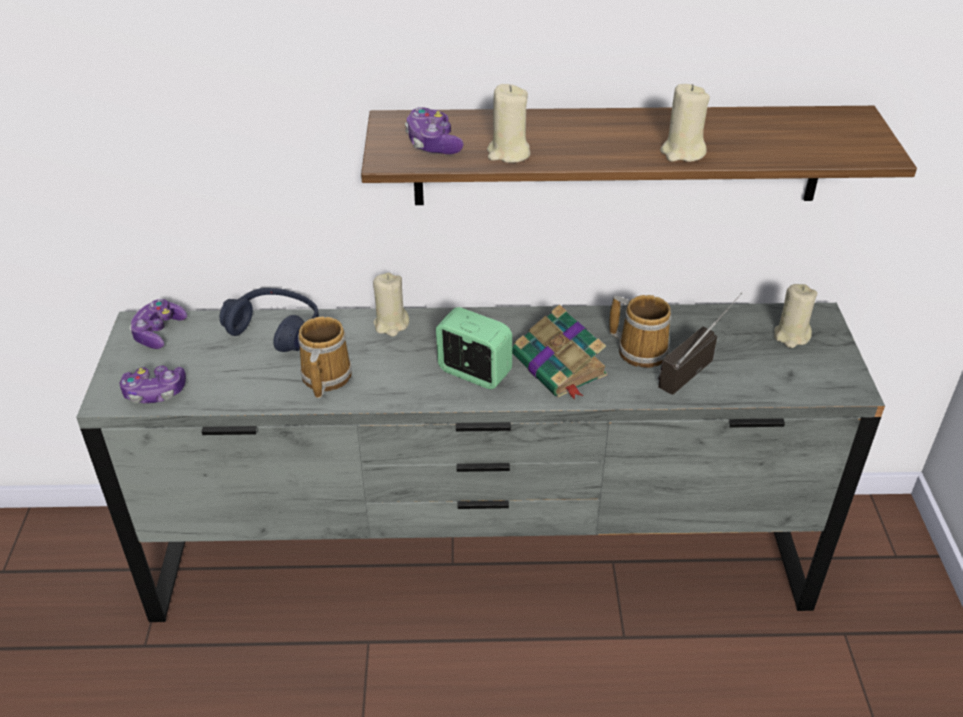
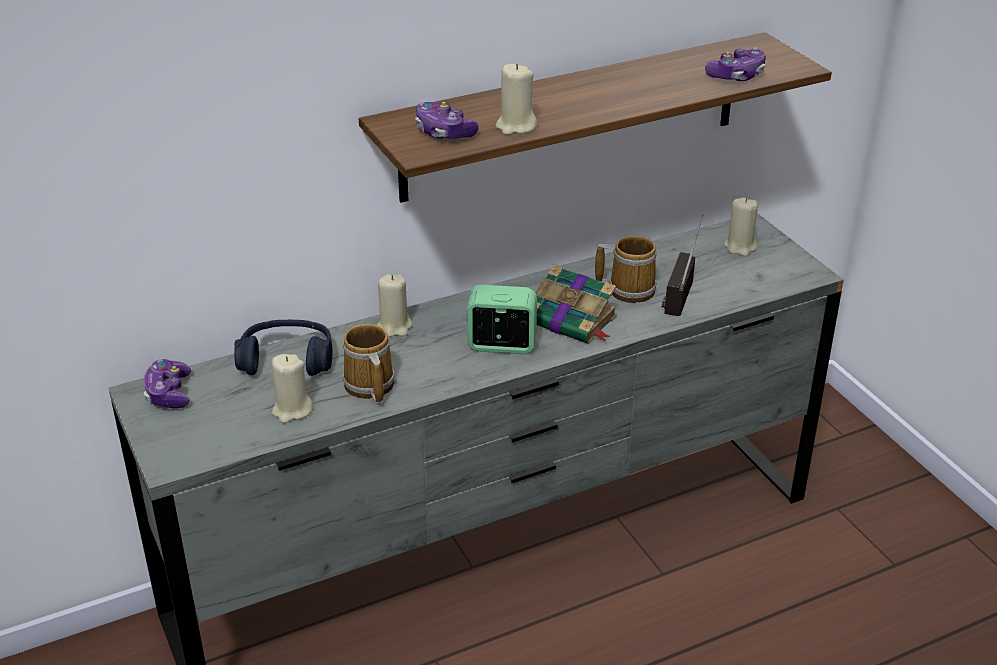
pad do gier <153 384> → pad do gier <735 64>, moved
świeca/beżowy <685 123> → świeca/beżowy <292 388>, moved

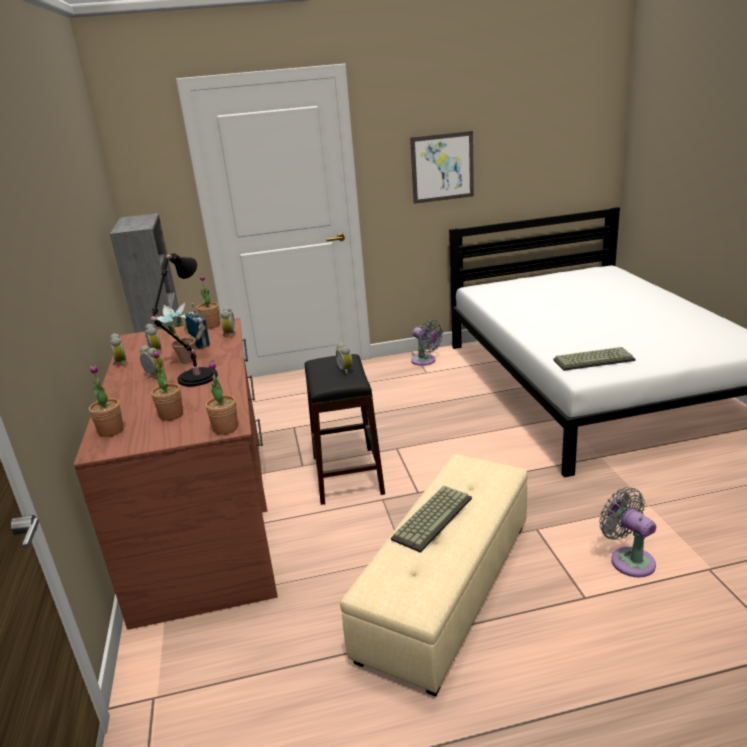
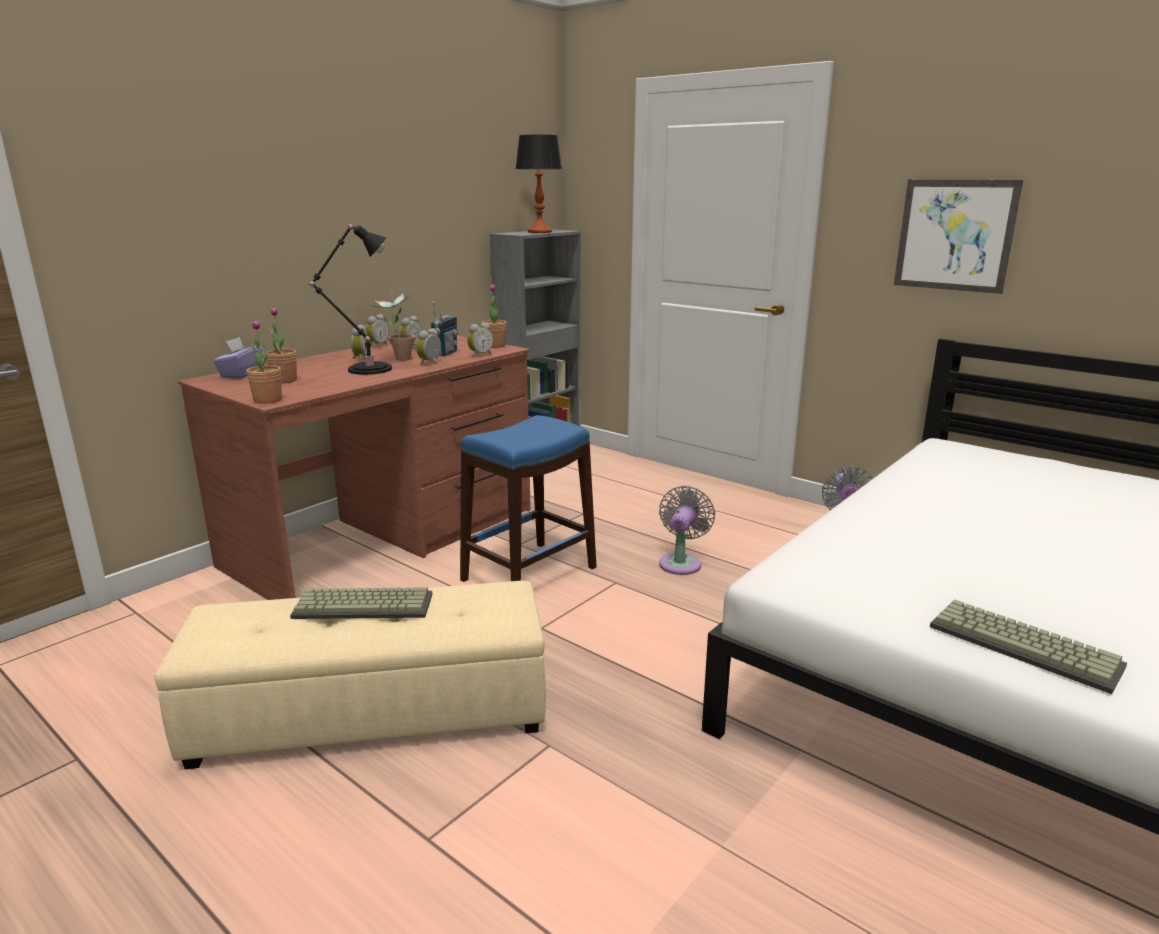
roślina doniczkowa <106 400> → pudełko chusteczek/fioletowy <238 358>
stołek/czarny <345 429> → stołek/niebieski <528 498>
budzik <344 358> → budzik <428 346>, moved
klawiatura <594 359> → klawiatura <1028 646>, moved
wentylator/szary <627 532> → wentylator/szary <687 530>, moved
- → lampa stołowa <538 184>

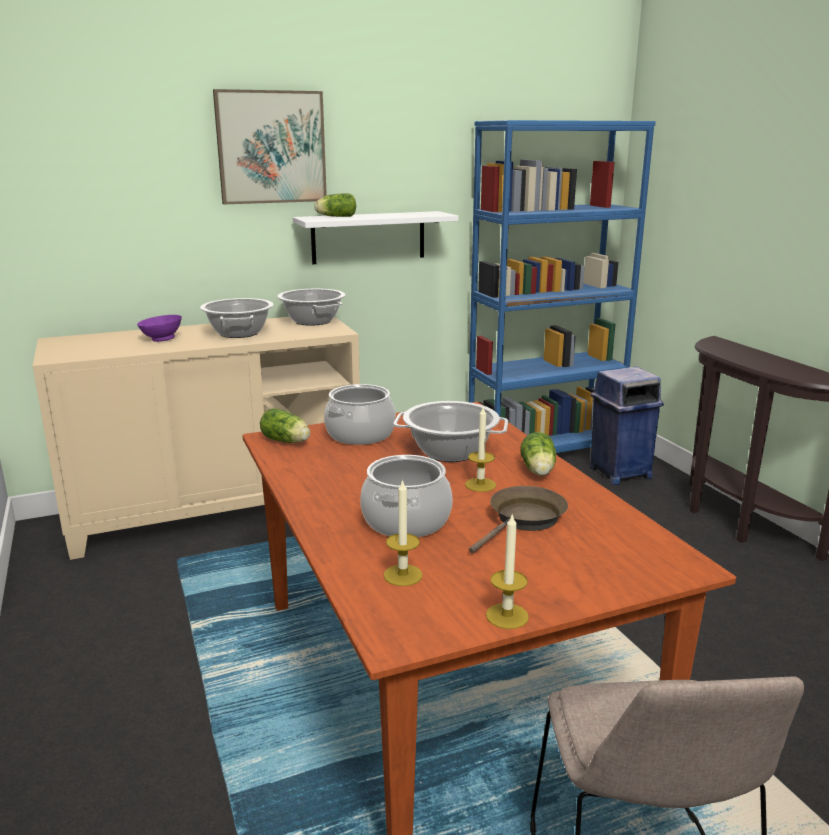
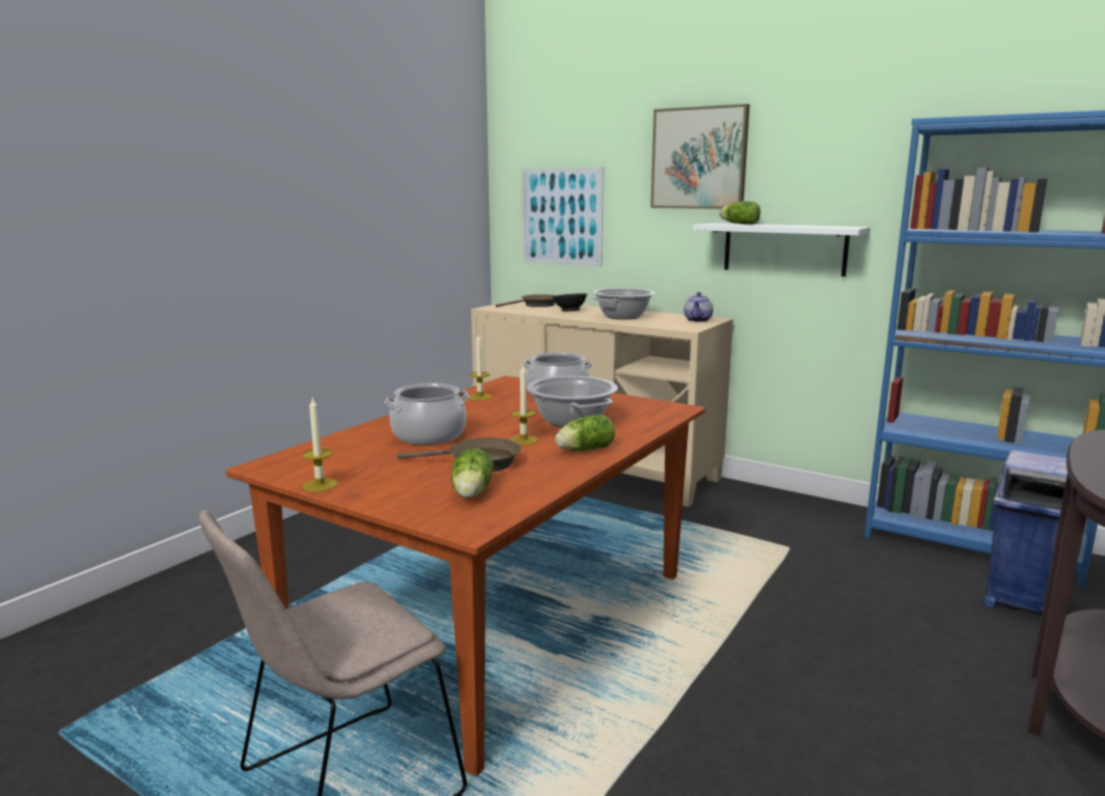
miska/fioletowy <159 328> → miska/czarny <570 302>
sałata <285 425> → sałata <472 473>, moved
garnek <311 307> → imbryk <698 307>
świeca <403 532> → świeca <480 366>, moved
- → patelnia/brązowy <526 300>
- → obraz <563 217>

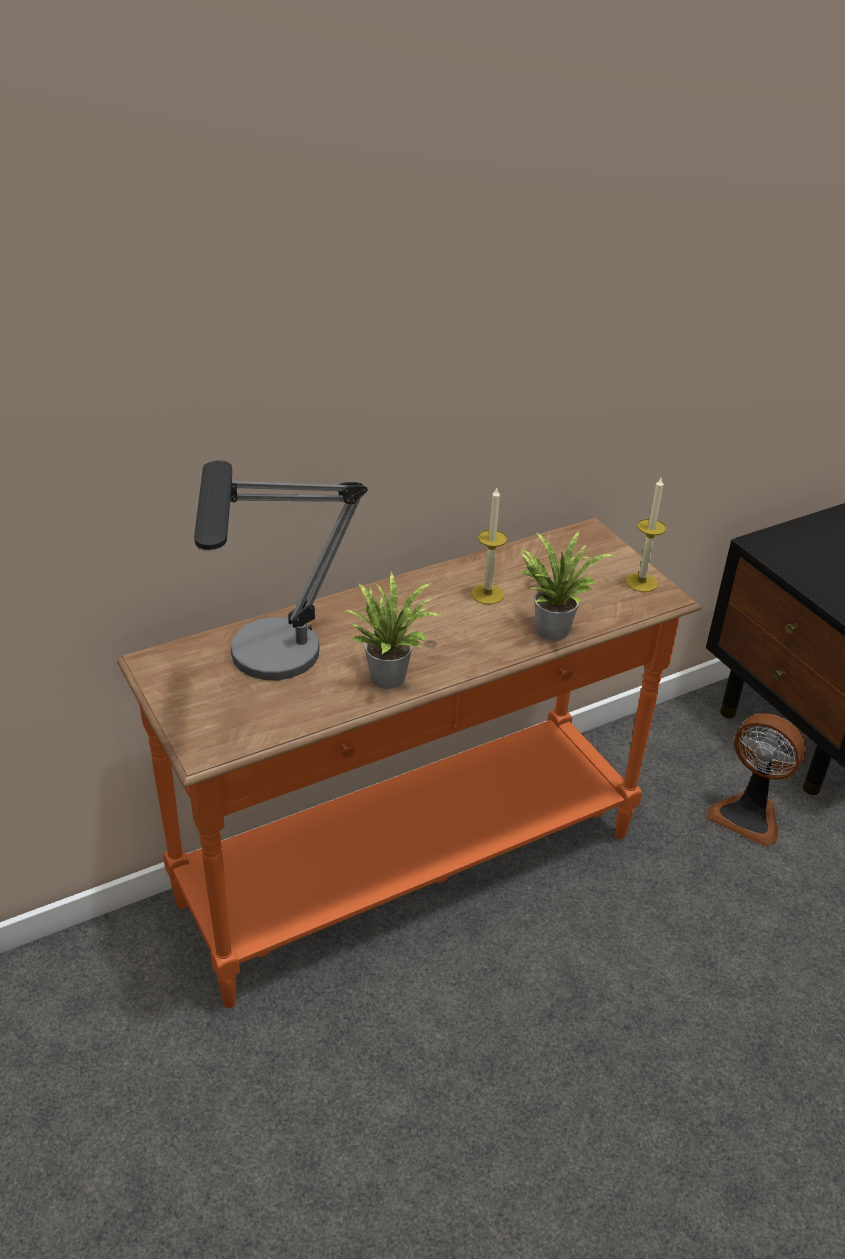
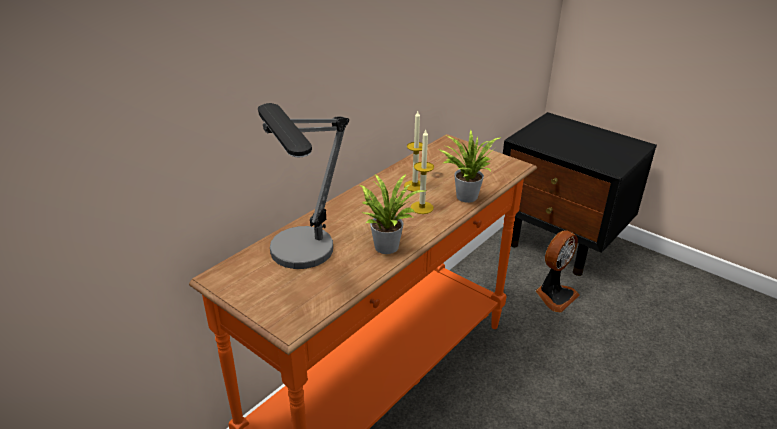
świeca <646 535> → świeca <422 172>, moved
wentylator <756 780> → wentylator <558 271>, 60 degrees counterclockwise

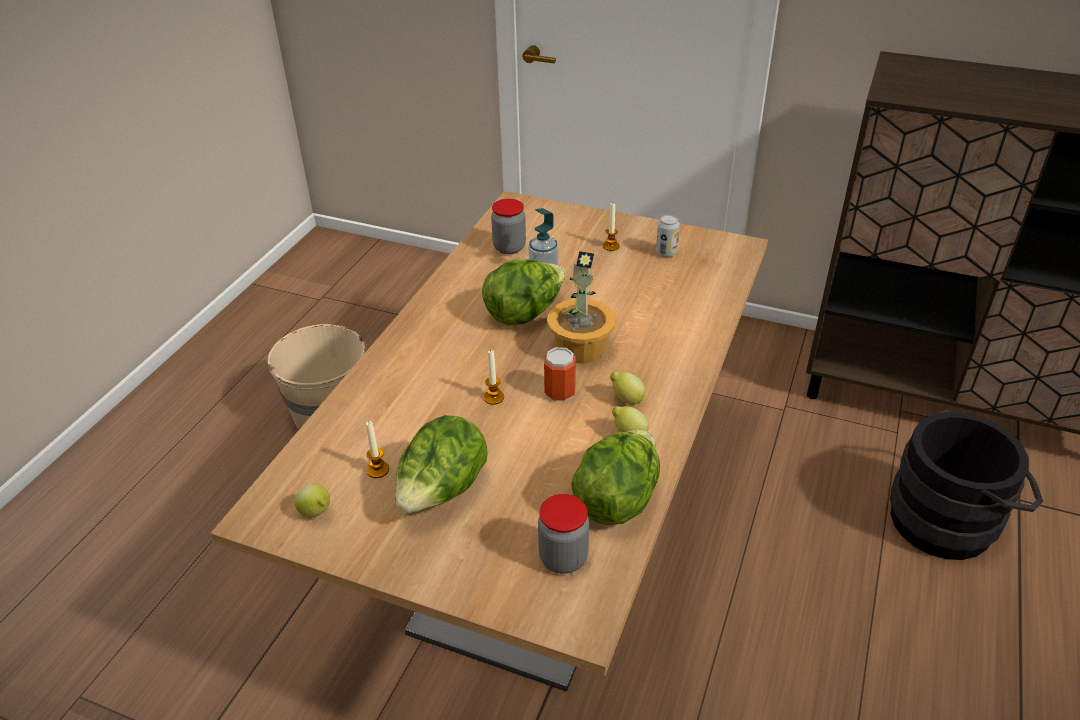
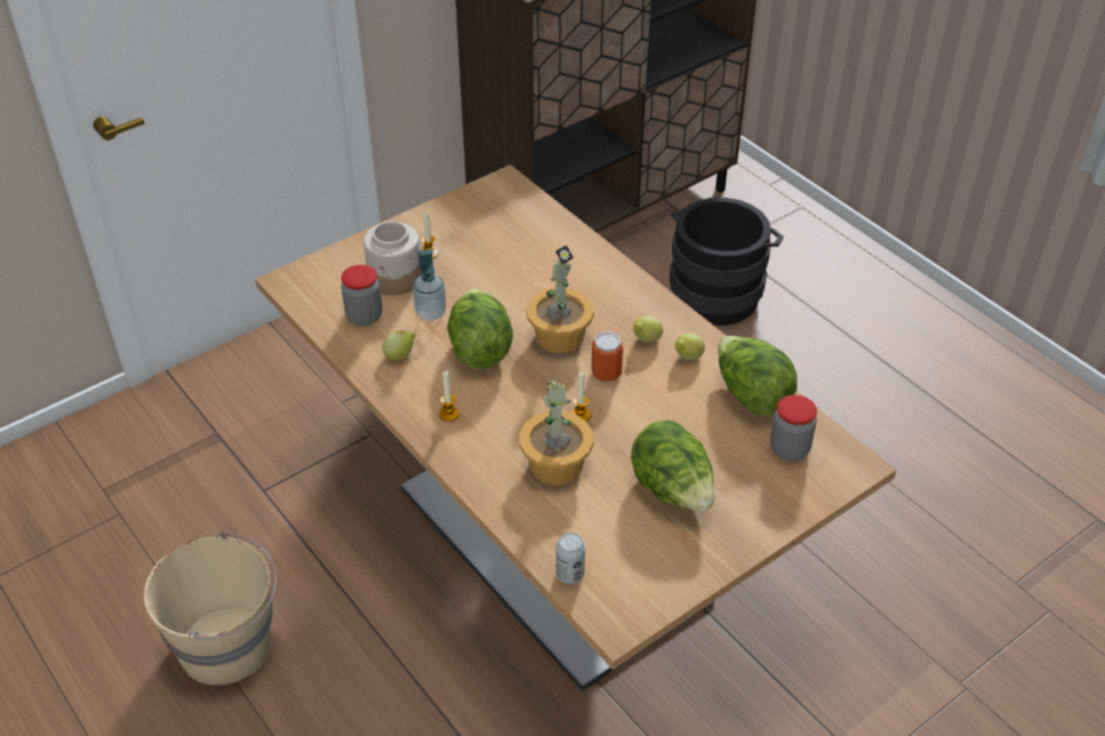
cytryna <312 501> → cytryna <399 345>, moved
świeca <377 449> → świeca <449 396>, moved
puszka <668 236> → puszka <570 558>, moved
- → słoik <393 258>
- → roślina doniczkowa <556 432>

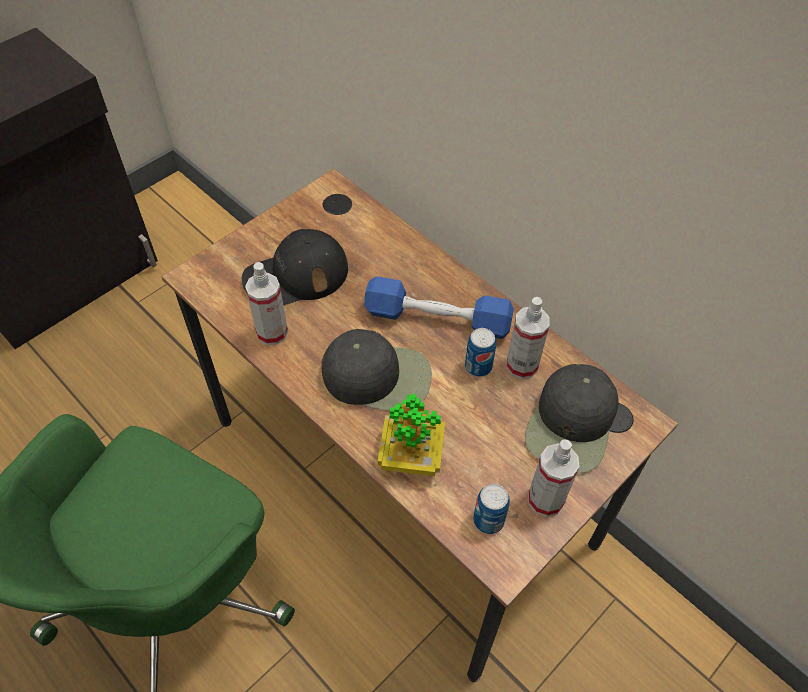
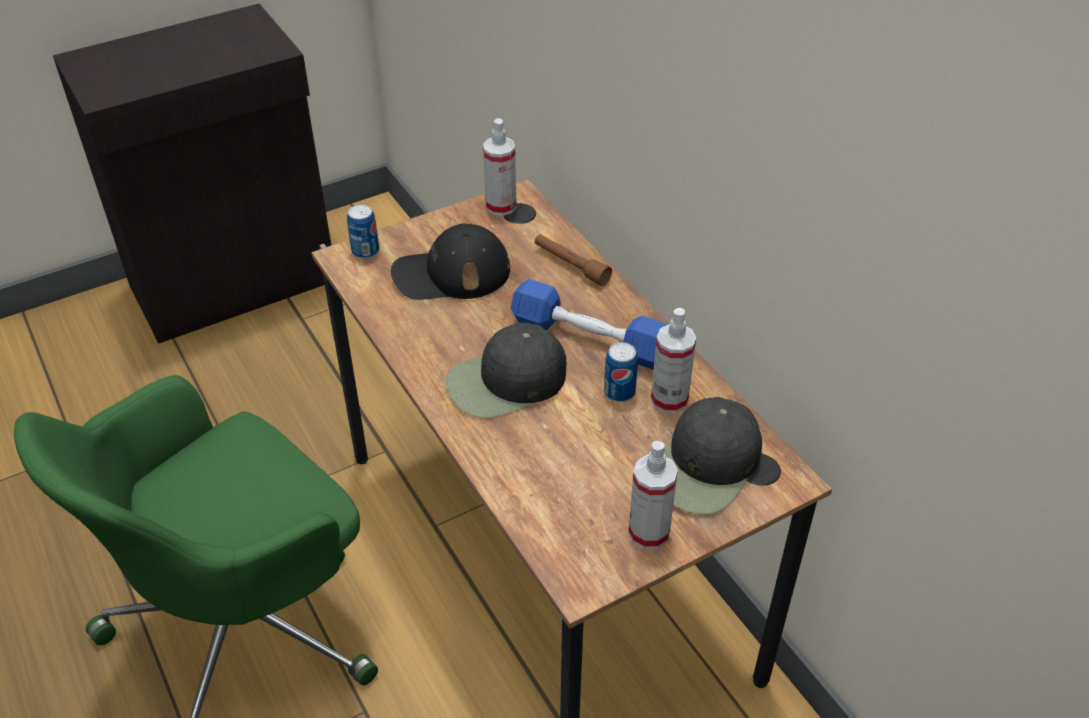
spryskiwacz <266 303> → spryskiwacz <499 167>, moved
czapka z daszkiem/czarny <376 370> → czapka z daszkiem/czarny <506 370>, 135 degrees clockwise
roślina doniczkowa <411 435> → -
puszka <491 509> → puszka <363 231>, moved
- → latarka/brązowy <573 260>

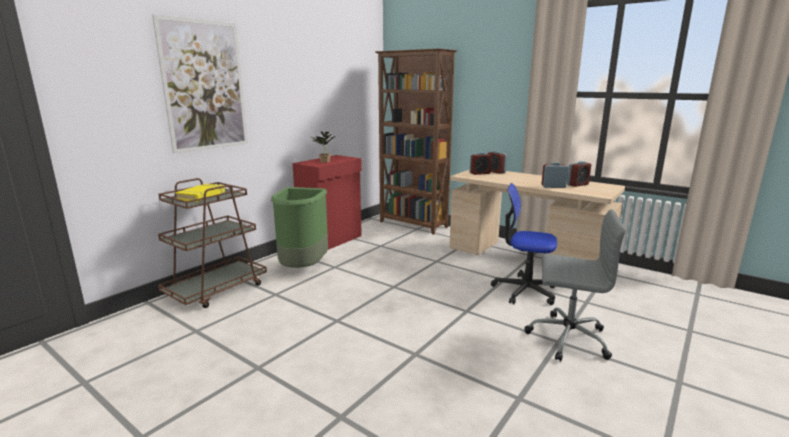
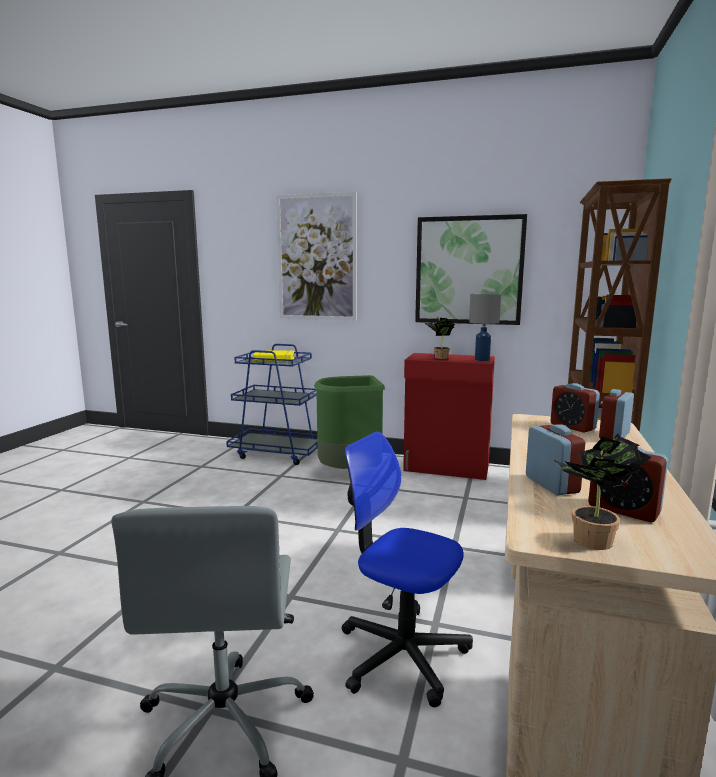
wózek/brązowy <212 243> → wózek/niebieski <271 404>
krzesło biurowe <524 244> → krzesło biurowe <407 569>, 60 degrees counterclockwise
- → obraz <471 269>
- → lampa stołowa/szary <485 327>
- → roślina doniczkowa <603 492>

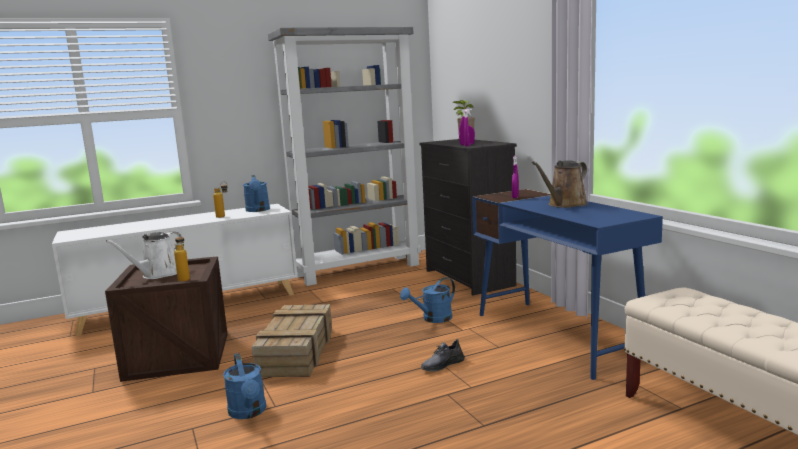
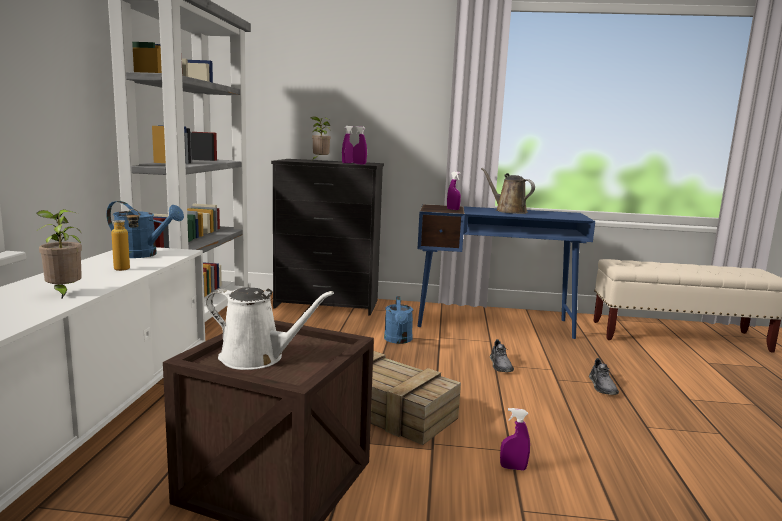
konewka/biały <143 255> → konewka/biały <270 328>, 45 degrees counterclockwise
butelka <182 257> → -
konewka/niebieski <244 386> → spryskiwacz/fioletowy <515 439>
konewka/brązowy <560 184> → konewka/brązowy <508 191>, 150 degrees clockwise
- → roślina doniczkowa <59 254>
- → but/szary <604 376>

